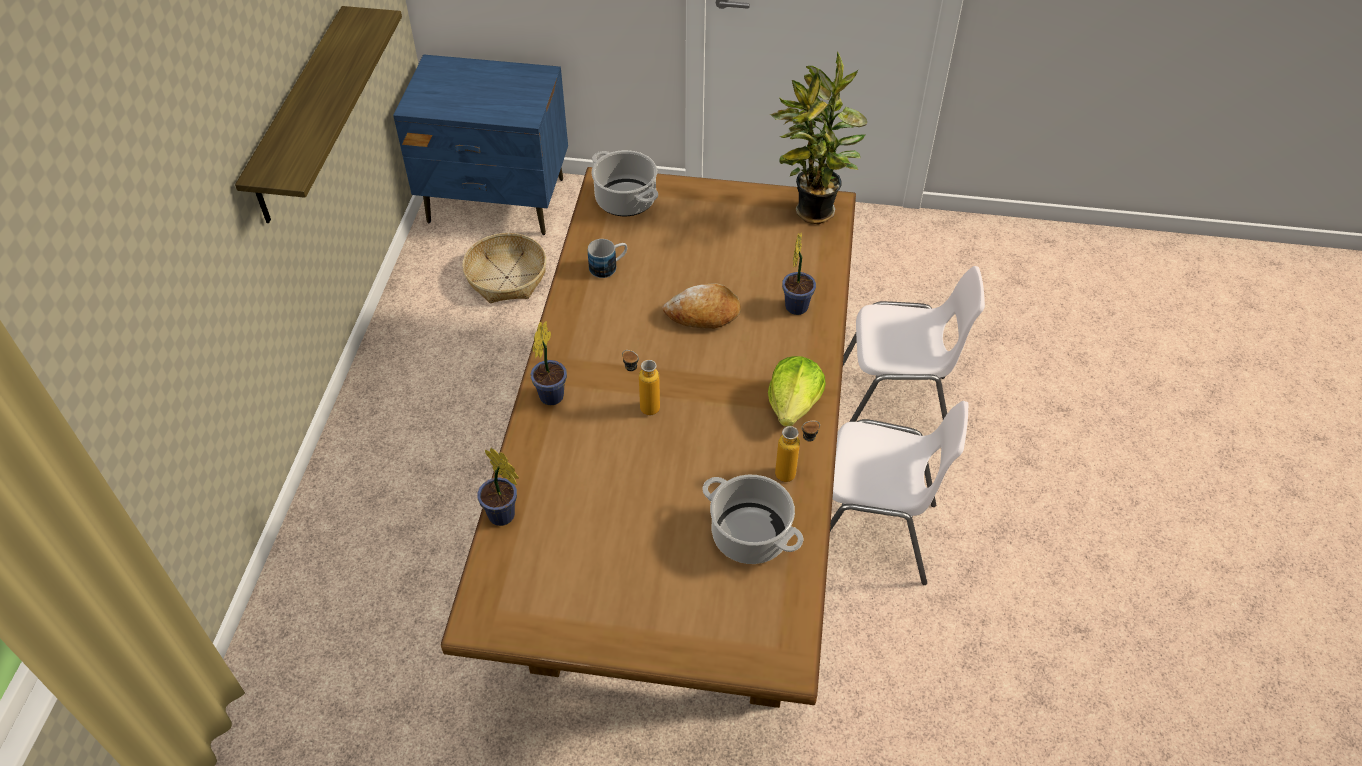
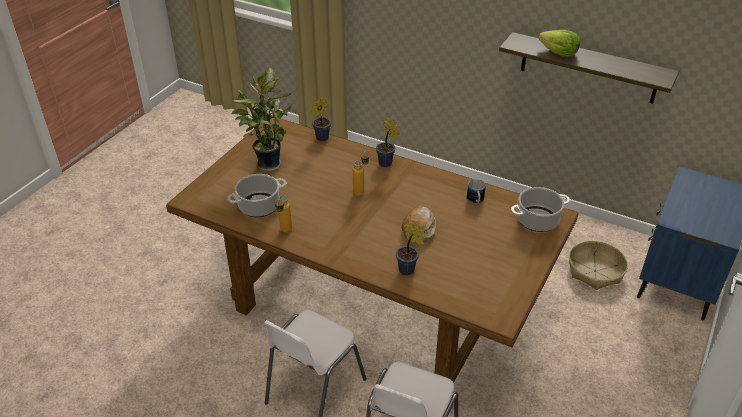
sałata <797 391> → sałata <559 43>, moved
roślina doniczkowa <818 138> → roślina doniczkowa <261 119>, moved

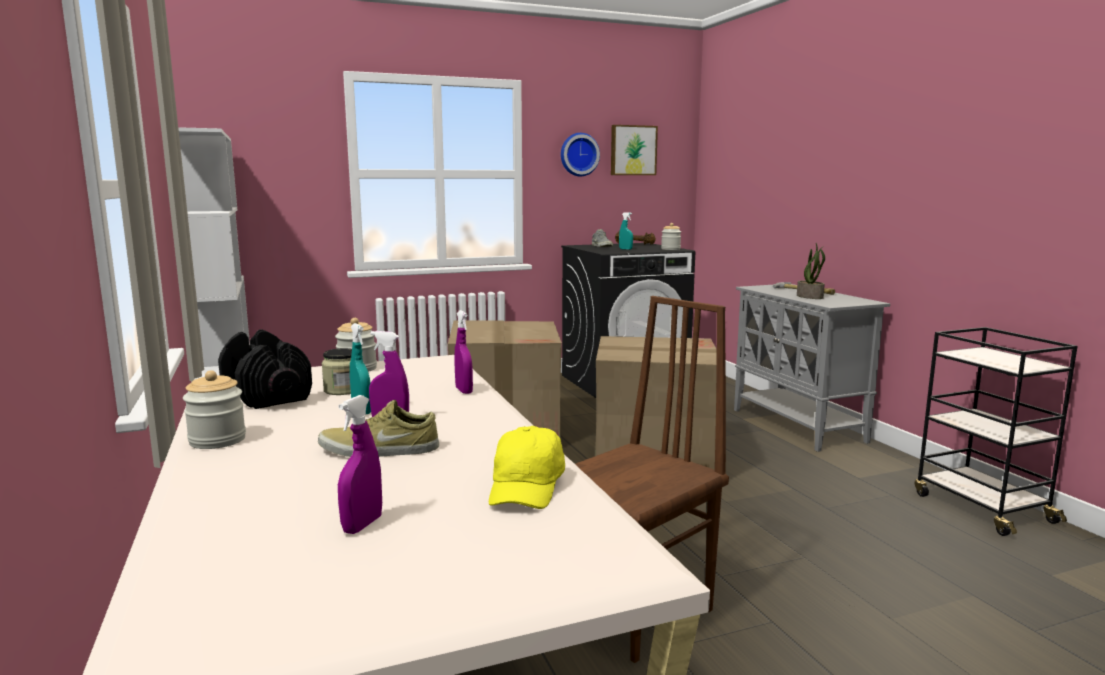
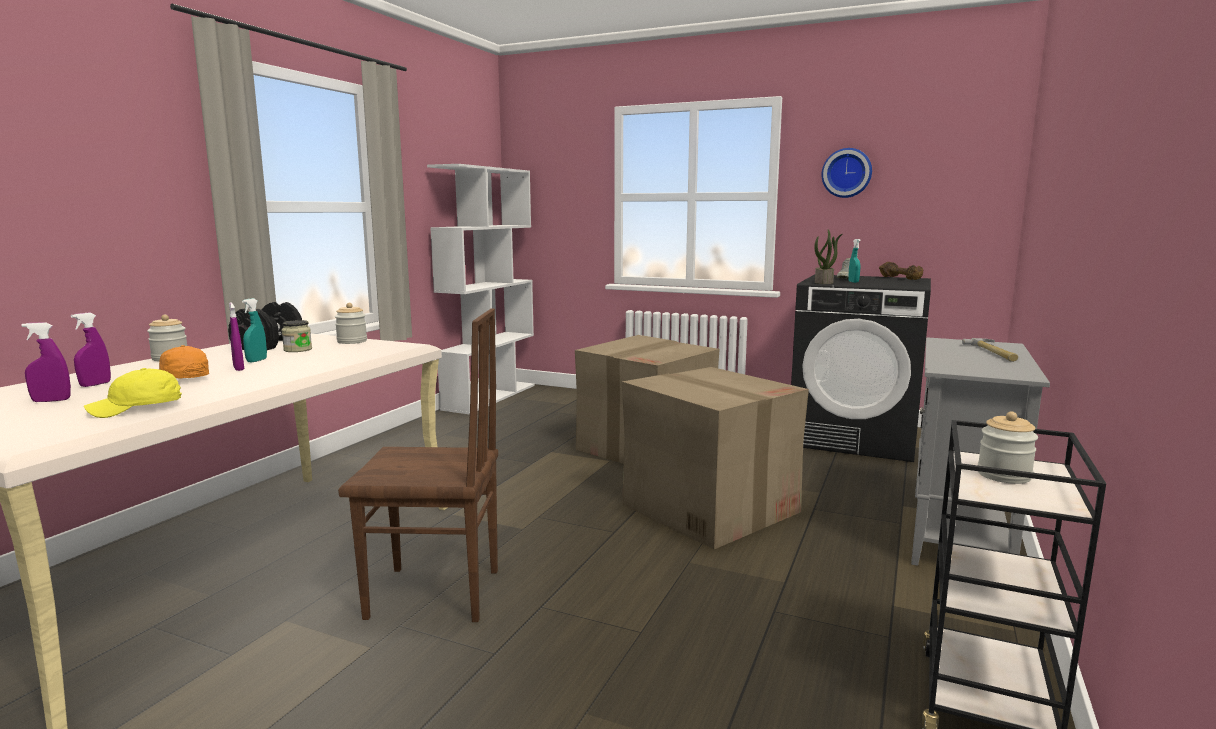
but/beżowy <378 428> → czapka z daszkiem/pomarańczowy <184 361>
spryskiwacz/fioletowy <464 352> → spryskiwacz/fioletowy <91 349>, moved
obraz <634 150> → -
słoik <671 236> → słoik <1008 447>, moved
roślina doniczkowa <811 271> → roślina doniczkowa <828 256>, moved

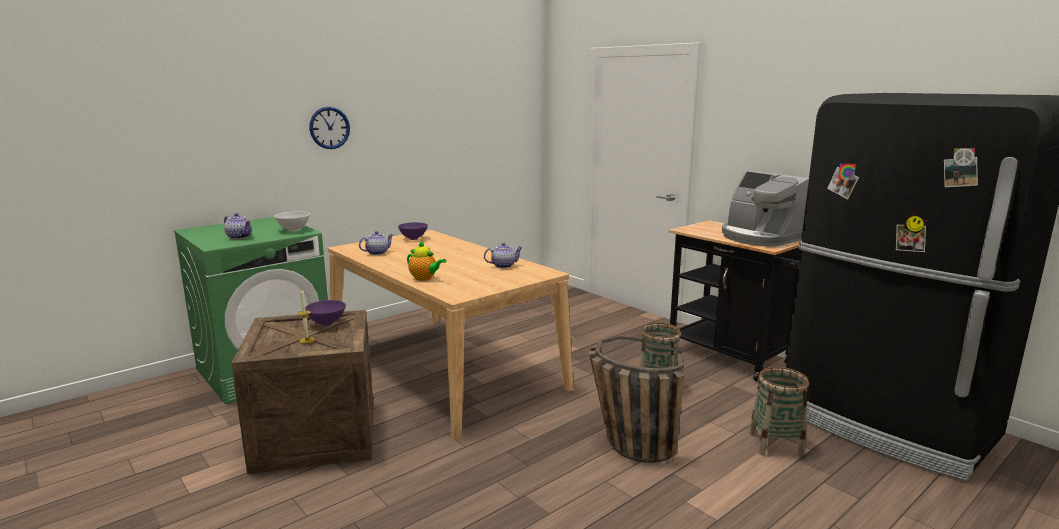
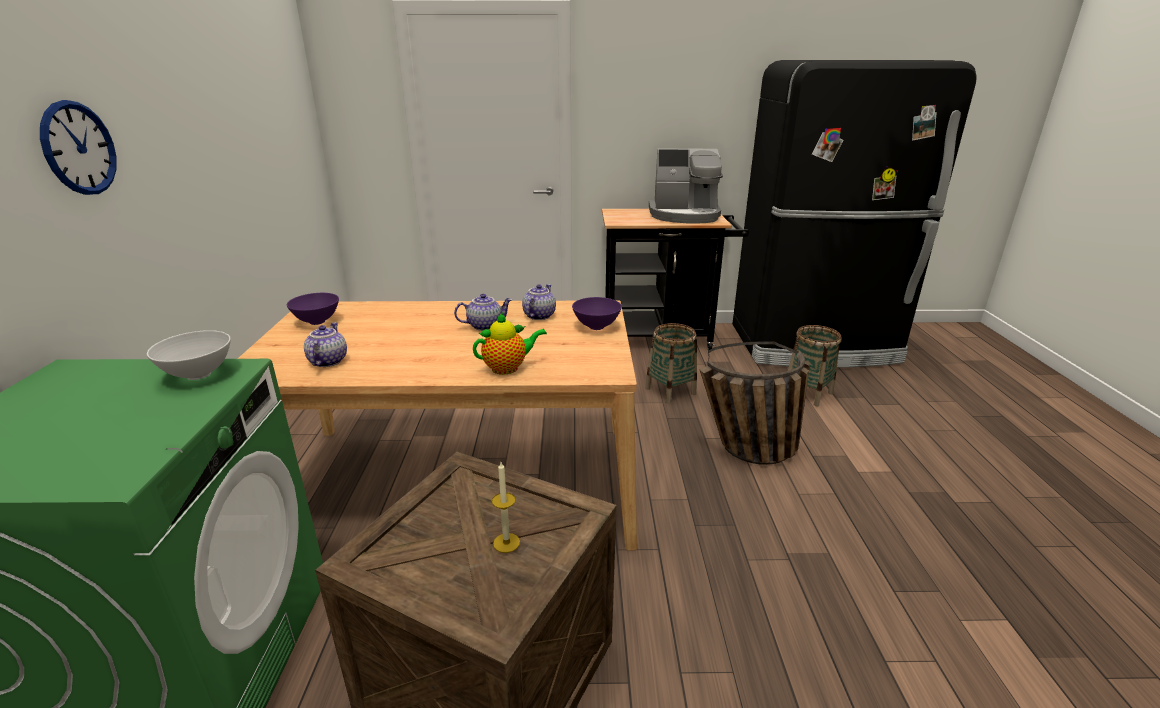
imbryk <238 226> → imbryk <483 312>, moved
miska/fioletowy <325 313> → miska/fioletowy <597 313>, moved

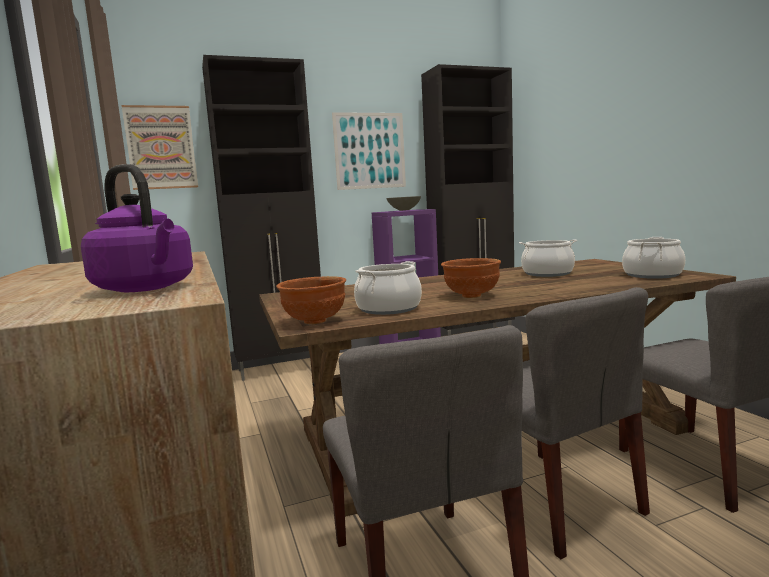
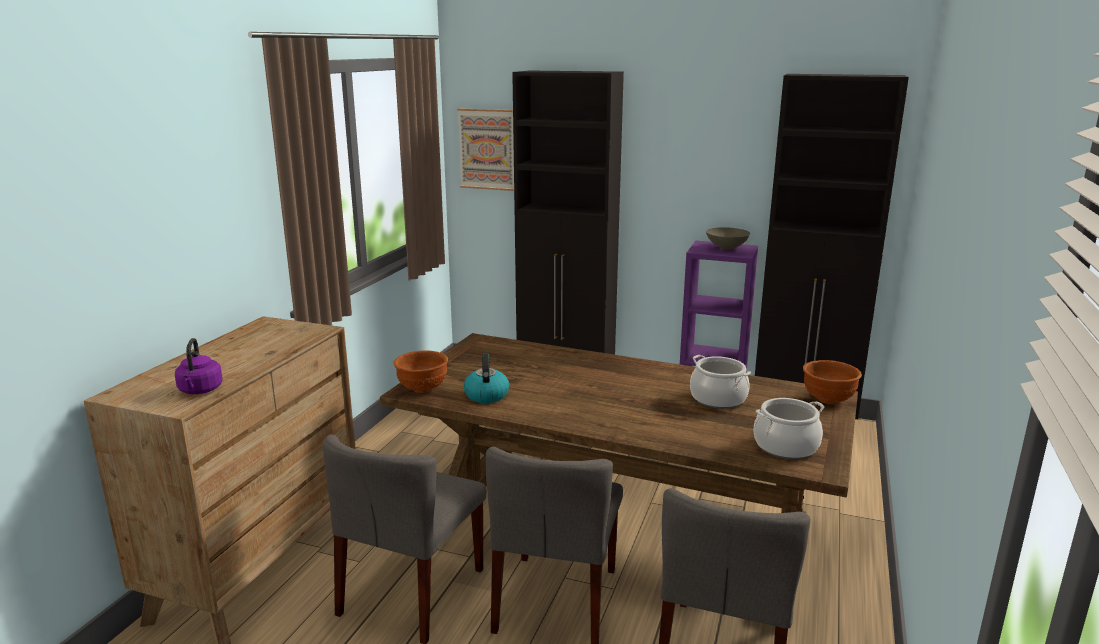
obraz <369 151> → -
garnek <388 288> → czajnik <486 378>
miska/brązowy <471 278> → miska/brązowy <832 382>, moved

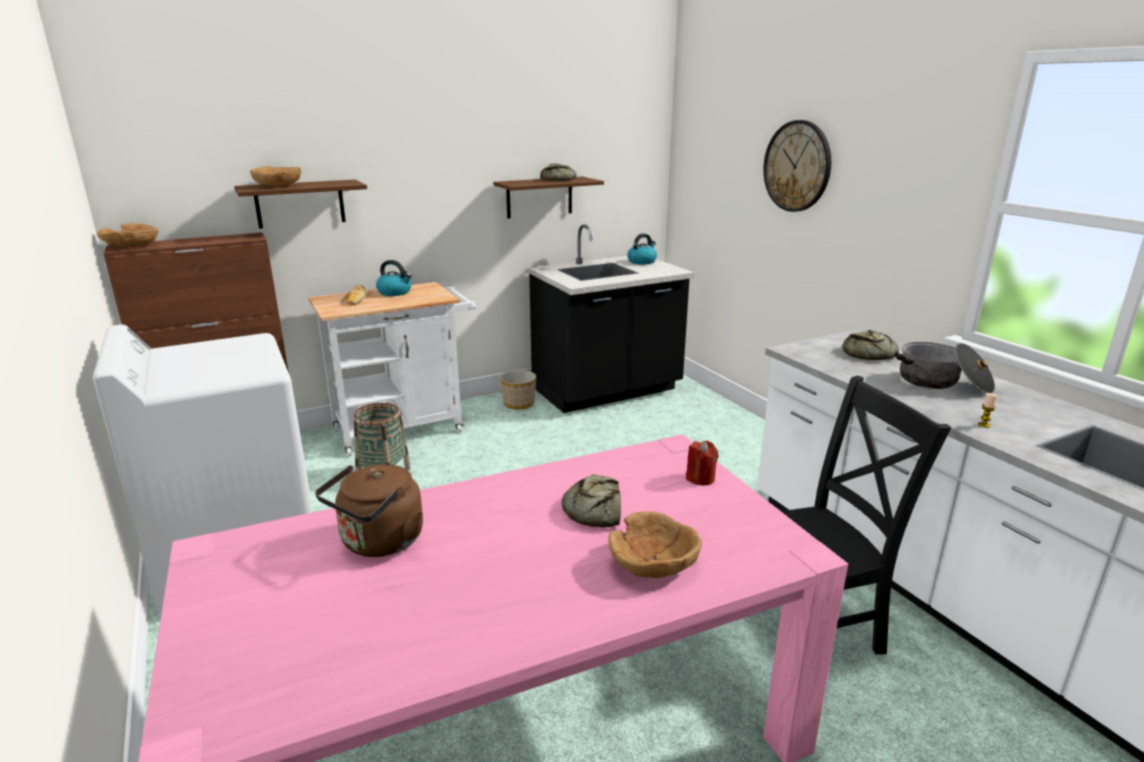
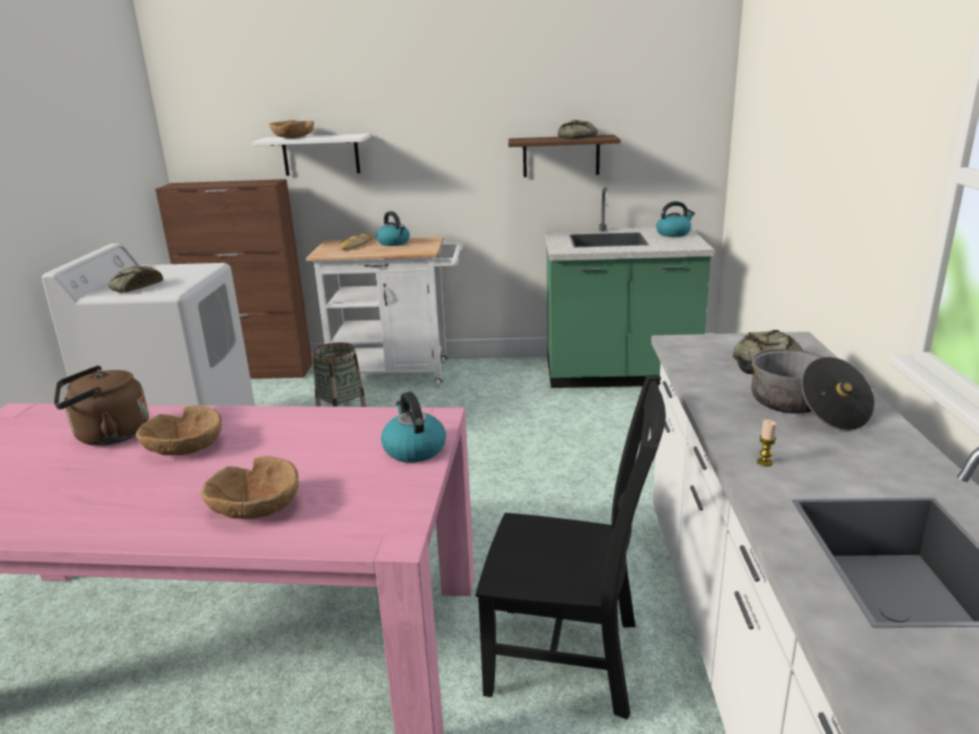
miska/brązowy <127 235> → miska/brązowy <179 430>, moved
półka/brązowy <300 204> → półka/biały <311 154>
donica <518 390> → -
zabudowa kuchenna/czarny <611 318> → zabudowa kuchenna/zielony <630 287>
chleb <591 500> → chleb <136 279>, moved
świeca/czerwony <702 463> → czajnik <413 427>
zegar ścienny <797 166> → -

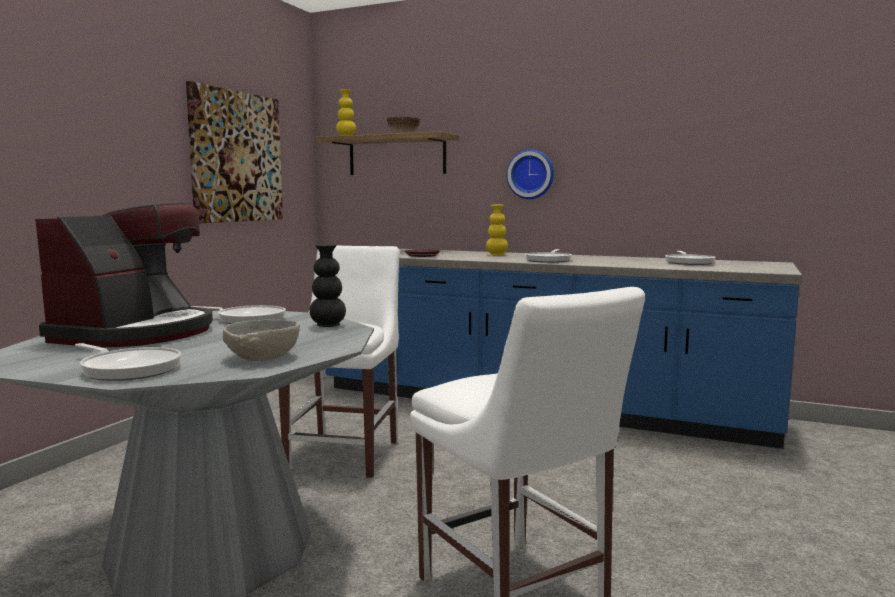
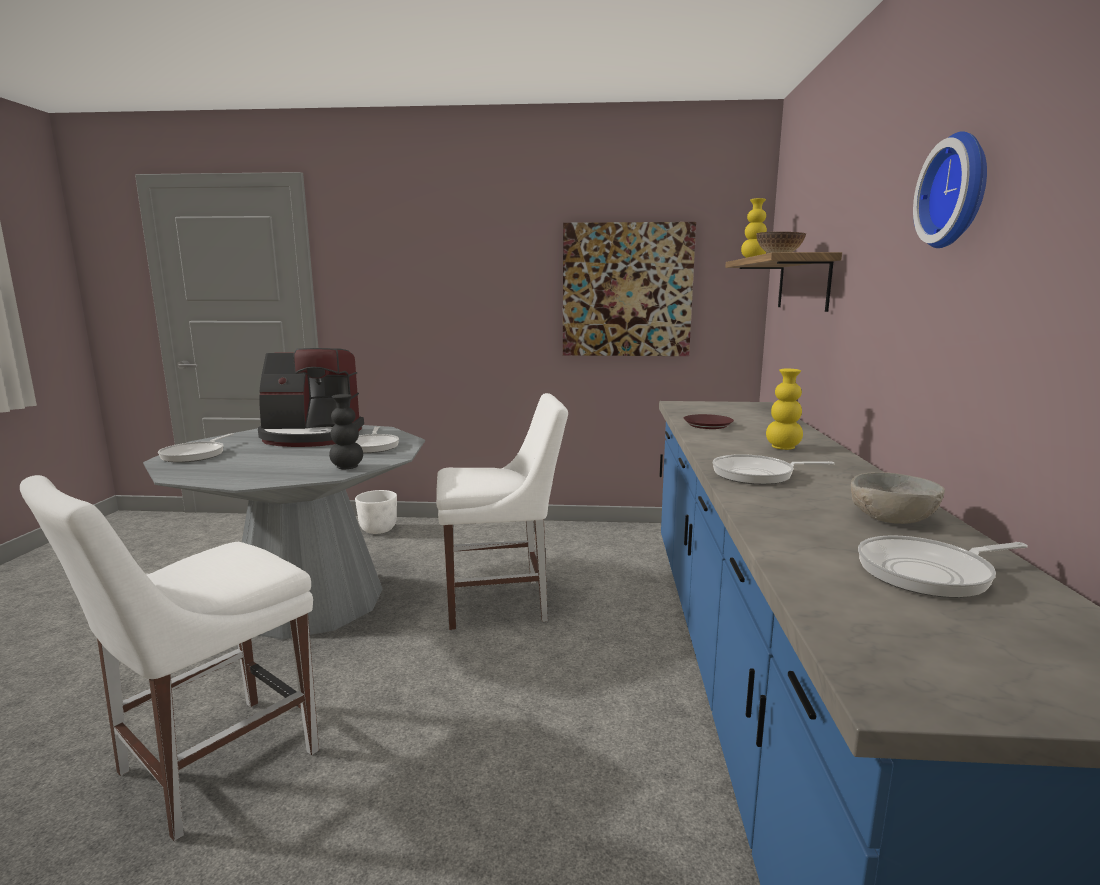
miska/szary <261 340> → miska/szary <898 498>, moved
zegar ścienny <530 174> → zegar ścienny <950 189>, moved
- → donica/biały <376 512>

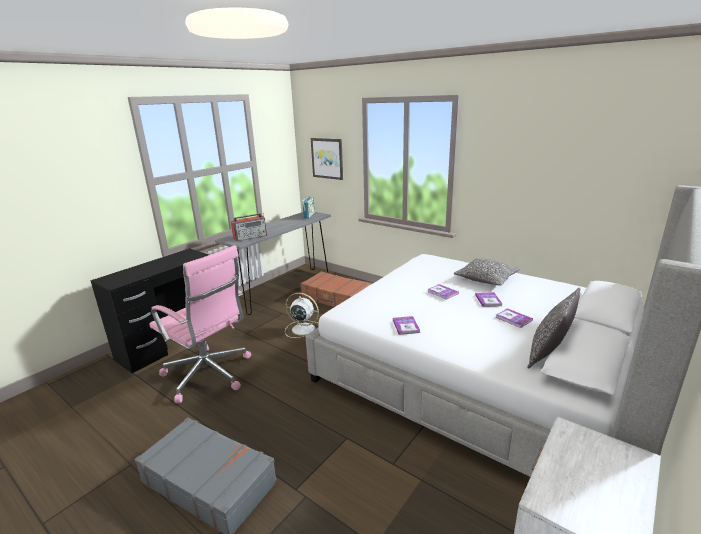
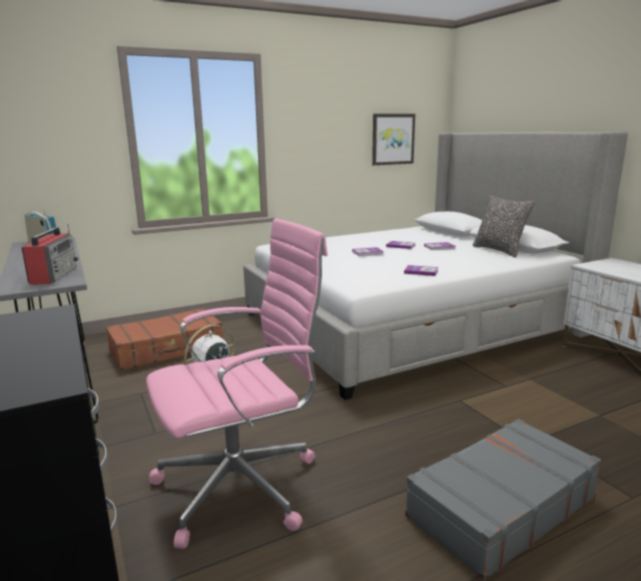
obraz <327 159> → obraz <393 139>, moved
poduszka <487 272> → -

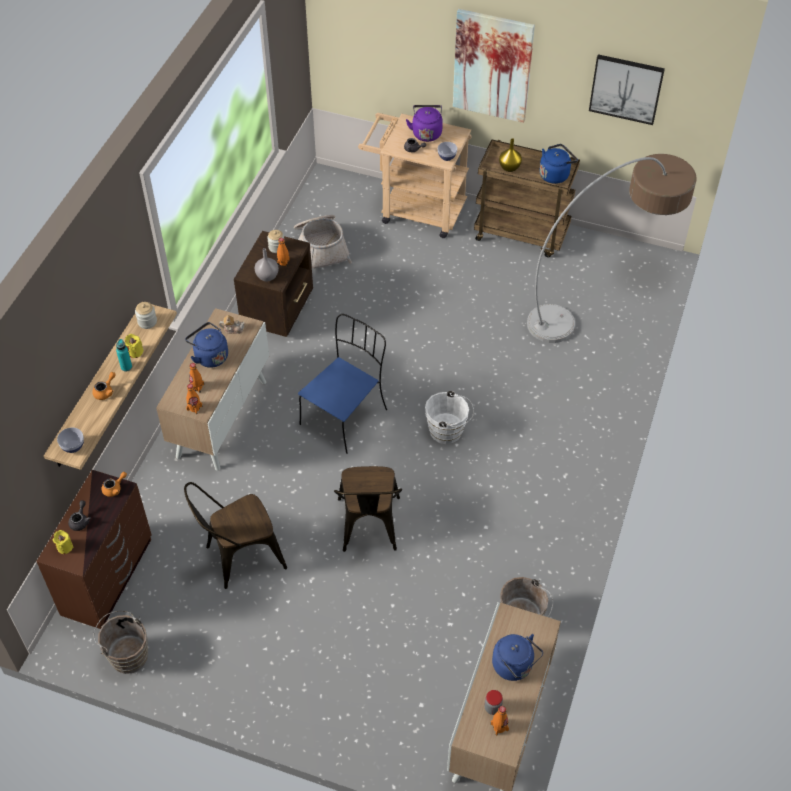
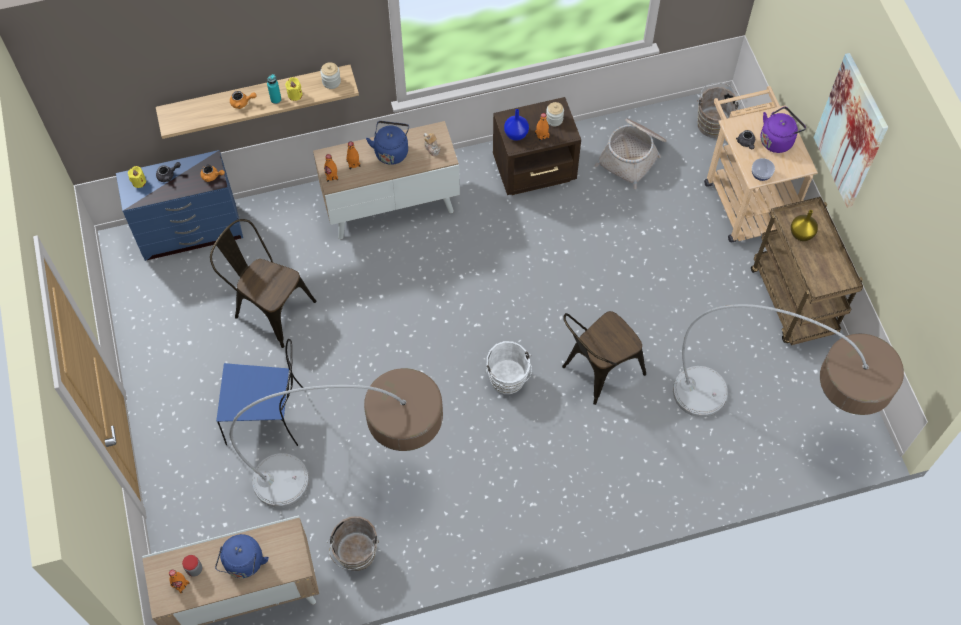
komoda/brązowy <94 549> → komoda/niebieski <179 205>
miska <70 440> → -
wiadro/brązowy <121 642> → wiadro/brązowy <719 110>, moved
wazon/szary <266 264> → wazon/niebieski <516 125>
krzesło/niebieski <342 384> → krzesło/niebieski <260 392>, moved
krzesło/brązowy <368 509> → krzesło/brązowy <604 358>, moved
czajnik/niebieski <558 164> → -
obraz <627 89> → -
- → lampa stojąca <336 438>

